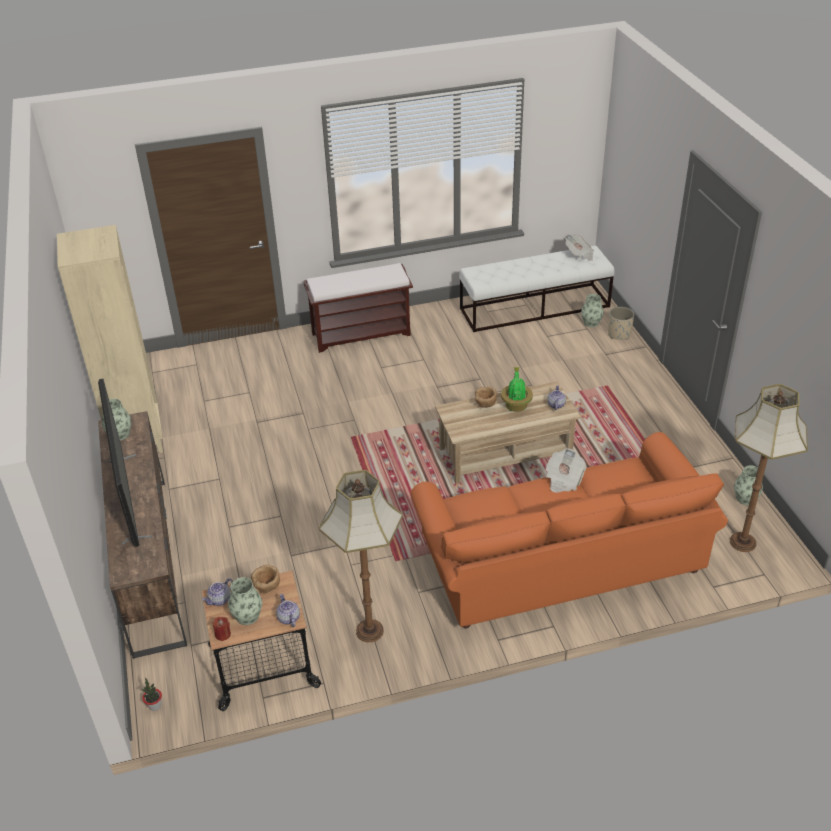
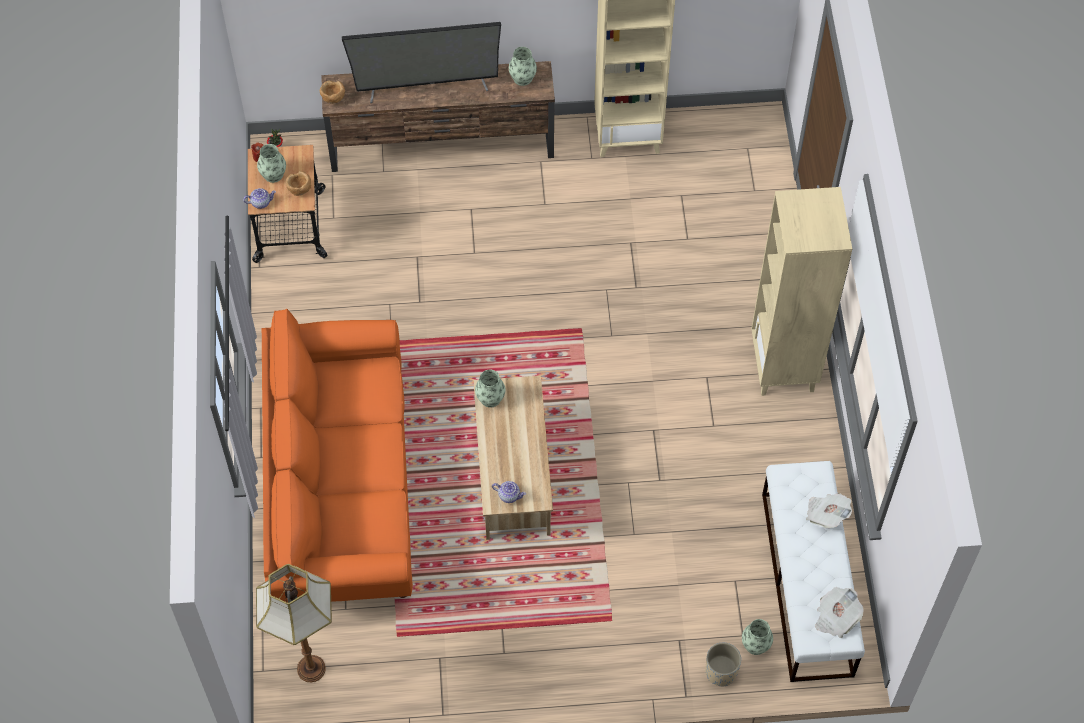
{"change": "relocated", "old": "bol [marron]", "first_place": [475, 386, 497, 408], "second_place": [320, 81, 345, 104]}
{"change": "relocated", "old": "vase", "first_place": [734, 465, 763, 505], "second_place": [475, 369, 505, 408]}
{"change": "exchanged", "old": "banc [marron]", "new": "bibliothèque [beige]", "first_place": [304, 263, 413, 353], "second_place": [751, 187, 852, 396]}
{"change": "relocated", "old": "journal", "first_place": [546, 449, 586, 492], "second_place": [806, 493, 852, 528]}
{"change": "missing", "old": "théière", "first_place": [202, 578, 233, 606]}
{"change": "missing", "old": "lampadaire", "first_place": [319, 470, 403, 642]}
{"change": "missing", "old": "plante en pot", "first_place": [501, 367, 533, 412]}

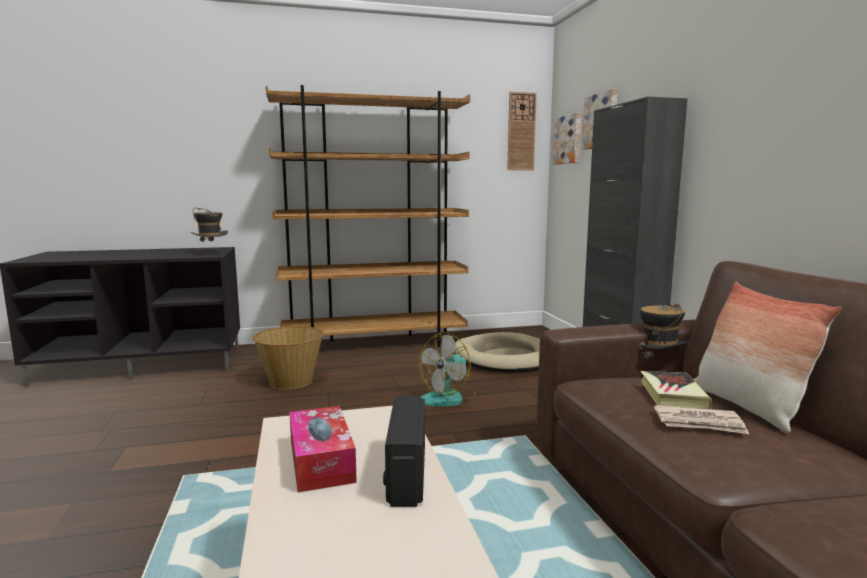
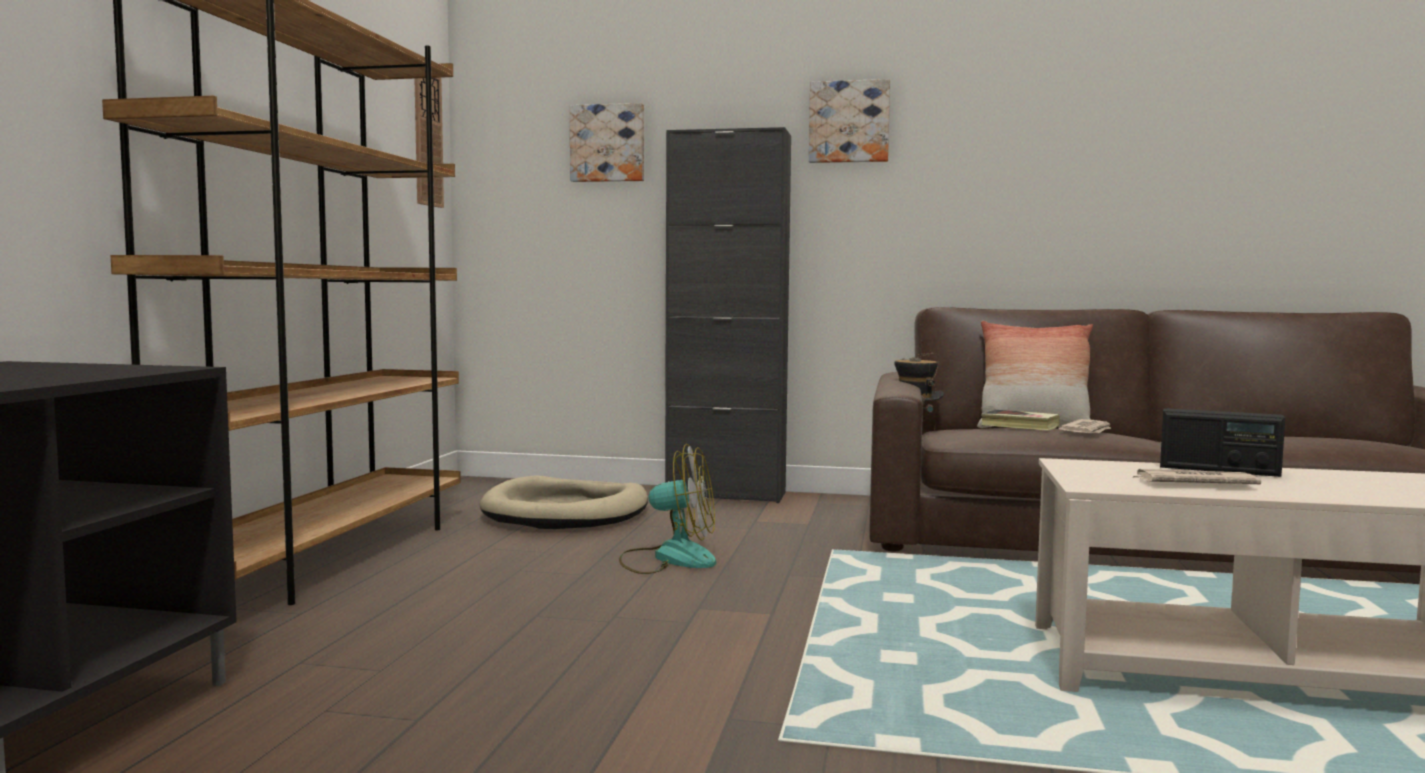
{"change": "spun", "old": "ventilateur", "first_place": [419, 332, 476, 406], "second_place": [619, 444, 716, 574], "degrees": -60}
{"change": "relocated", "old": "tableau", "first_place": [553, 113, 581, 165], "second_place": [809, 79, 890, 163]}
{"change": "exchanged", "old": "boîte à mouchoirs", "new": "journal", "first_place": [290, 406, 357, 493], "second_place": [1132, 469, 1261, 484]}
{"change": "missing", "old": "chapeau", "first_place": [191, 207, 228, 252]}
{"change": "missing", "old": "panier", "first_place": [252, 326, 324, 390]}

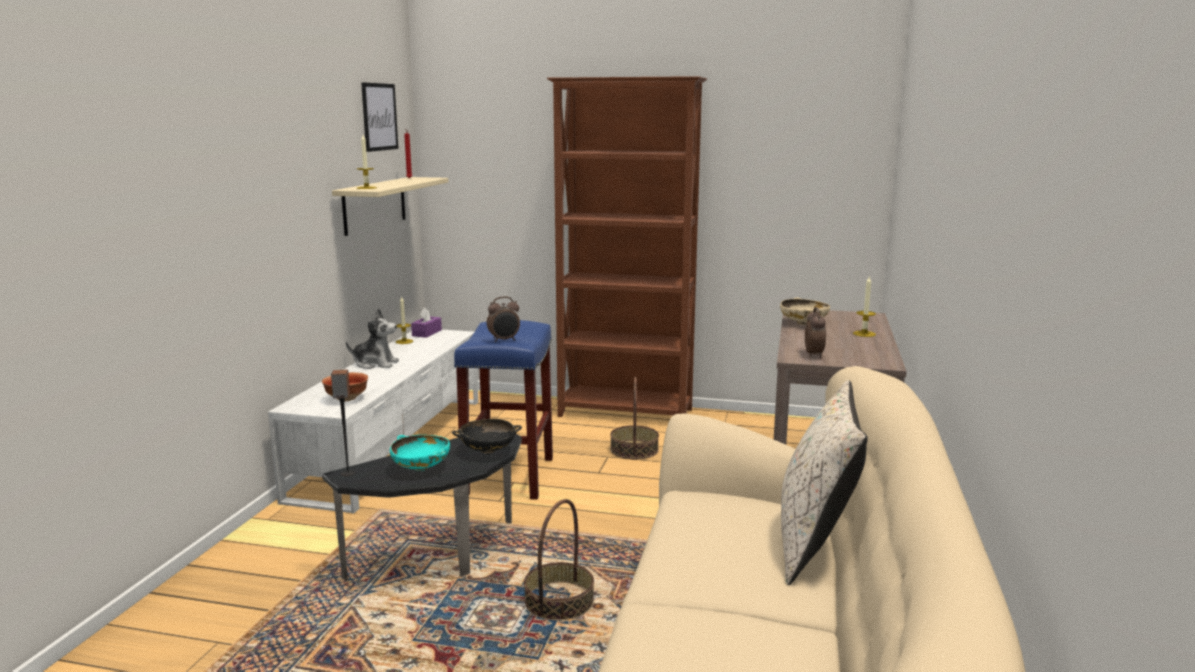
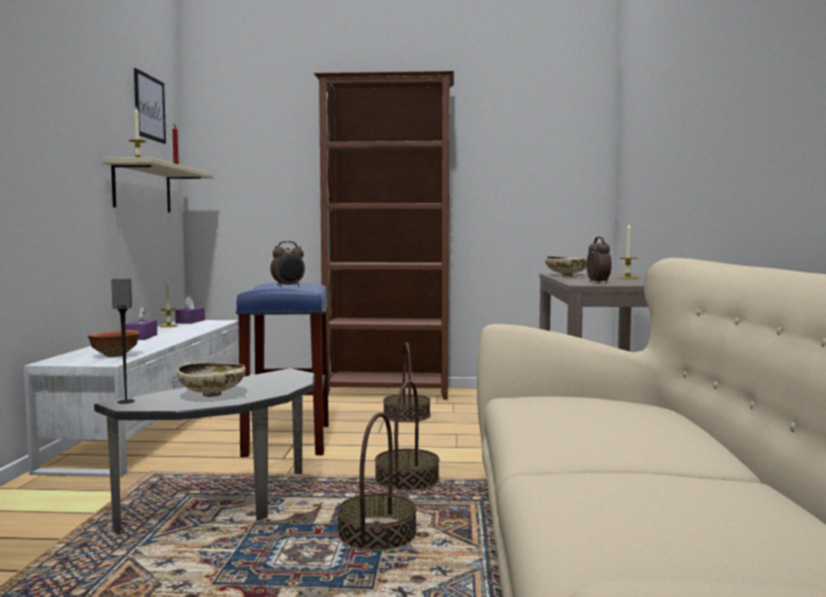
{"change": "exchanged", "old": "peluche", "new": "boîte à mouchoirs [violet]", "first_place": [346, 308, 399, 369], "second_place": [125, 307, 157, 340]}
{"change": "colour", "old": "bol [turquoise]", "new": "bol [beige]", "first_place": [390, 435, 450, 471], "second_place": [177, 363, 246, 397]}
{"change": "appeared", "new": "panier", "second_place": [375, 380, 440, 491]}
{"change": "missing", "old": "bol [noir]", "first_place": [452, 419, 522, 453]}
{"change": "missing", "old": "coussin [beige]", "first_place": [781, 380, 868, 585]}

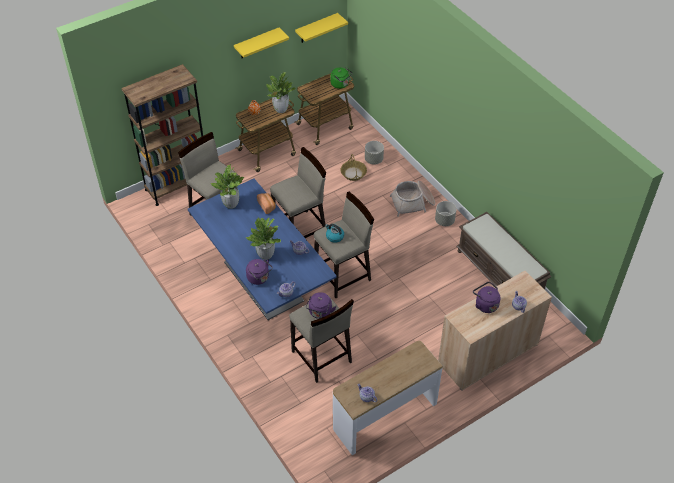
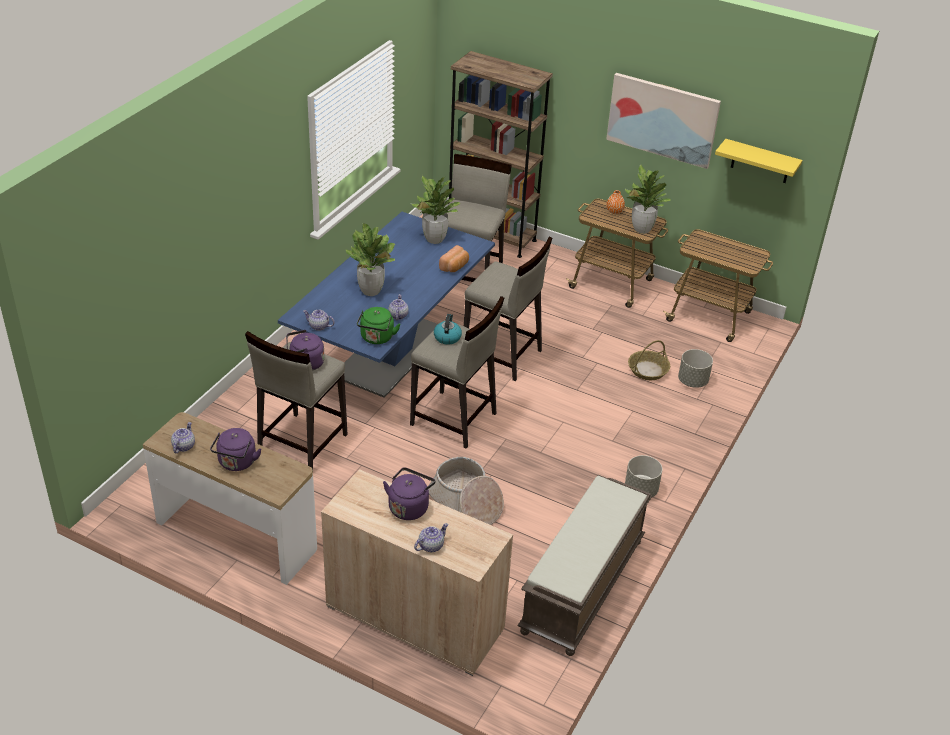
{"change": "relocated", "old": "bouilloire [violet]", "first_place": [246, 259, 273, 285], "second_place": [210, 428, 262, 471]}
{"change": "relocated", "old": "bouilloire [vert]", "first_place": [330, 67, 353, 89], "second_place": [357, 307, 400, 344]}
{"change": "relocated", "old": "panier", "first_place": [390, 181, 435, 217], "second_place": [428, 457, 504, 525]}
{"change": "exchanged", "old": "étagère [jaune]", "new": "tableau", "first_place": [234, 28, 289, 58], "second_place": [606, 73, 721, 169]}

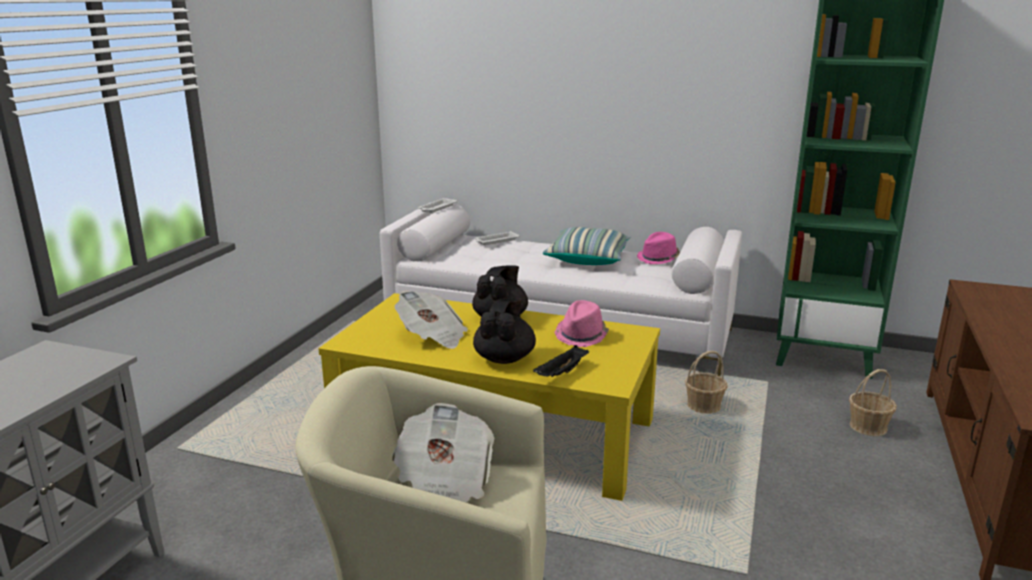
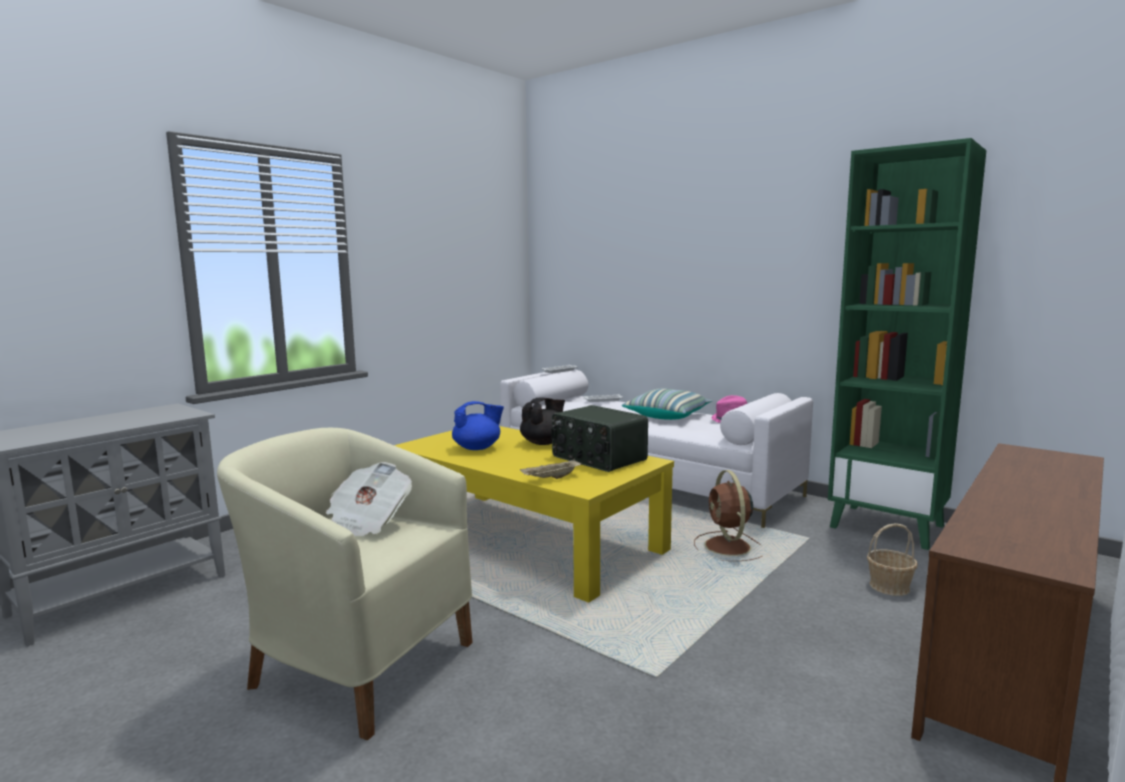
{"change": "exchanged", "old": "journal", "new": "théière [bleu]", "first_place": [395, 290, 468, 349], "second_place": [452, 401, 504, 450]}
{"change": "colour", "old": "plateau [noir]", "new": "plateau [beige]", "first_place": [533, 345, 589, 377], "second_place": [520, 459, 581, 479]}
{"change": "exchanged", "old": "chapeau [rose]", "new": "radio", "first_place": [555, 300, 609, 347], "second_place": [551, 405, 648, 472]}
{"change": "exchanged", "old": "panier", "new": "ventilateur [marron]", "first_place": [685, 351, 728, 414], "second_place": [694, 470, 762, 561]}
{"change": "missing", "old": "théière [noir]", "first_place": [473, 298, 536, 364]}

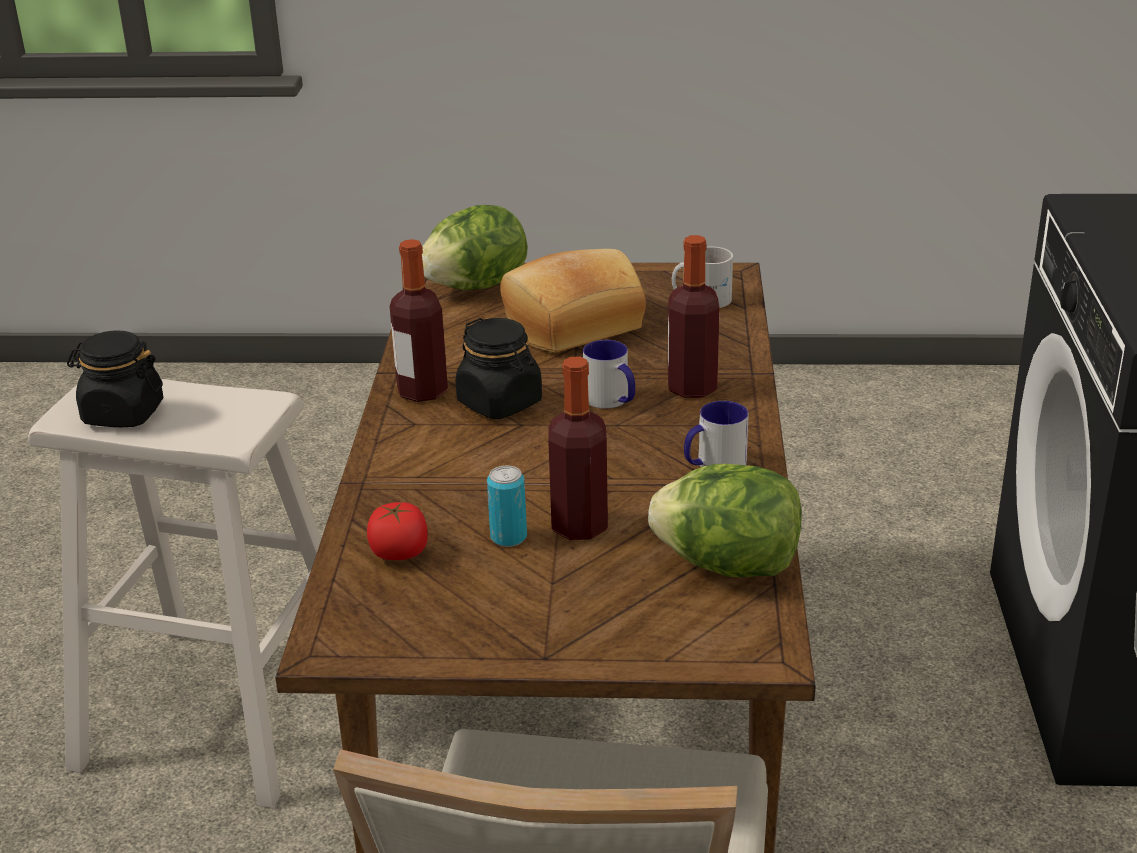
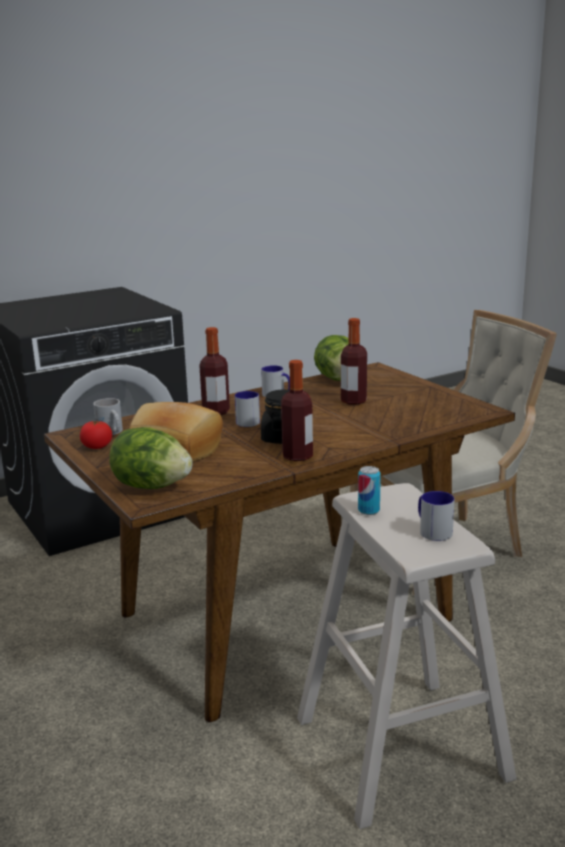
{"change": "relocated", "old": "tomate", "first_place": [367, 502, 428, 560], "second_place": [80, 421, 112, 449]}
{"change": "relocated", "old": "boîte métallique", "first_place": [487, 466, 527, 547], "second_place": [358, 466, 381, 515]}
{"change": "exchanged", "old": "bocal [noir]", "new": "mug", "first_place": [67, 330, 164, 427], "second_place": [418, 491, 455, 541]}

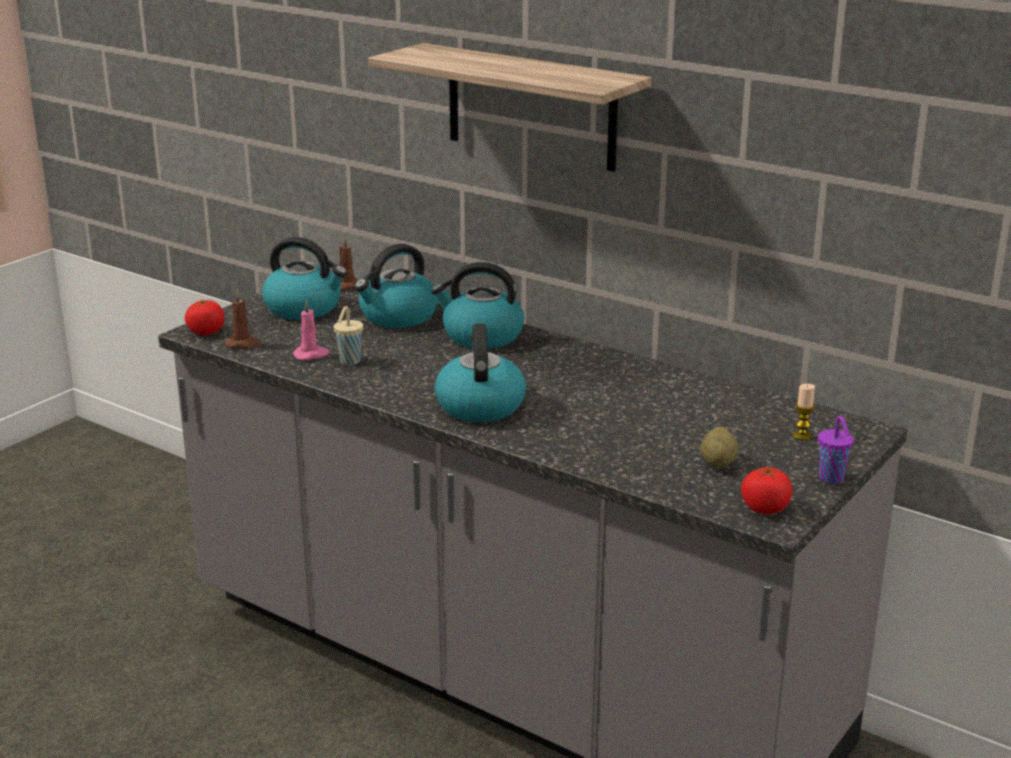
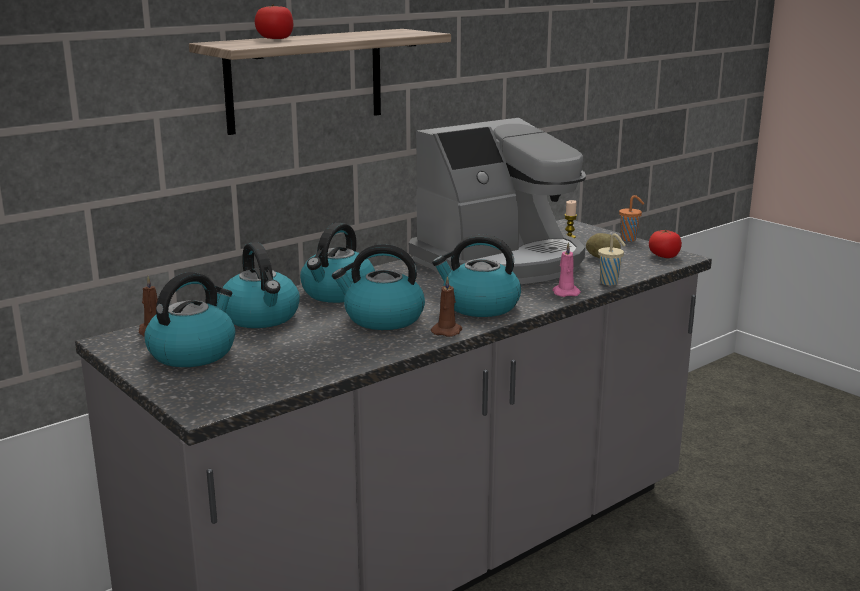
{"change": "relocated", "old": "tomate", "first_place": [185, 300, 224, 335], "second_place": [255, 5, 293, 39]}
{"change": "appeared", "new": "bouilloire", "second_place": [332, 244, 425, 330]}
{"change": "appeared", "new": "machine à café", "second_place": [409, 118, 586, 284]}
{"change": "relocated", "old": "bougie [marron]", "first_place": [225, 290, 262, 349], "second_place": [431, 276, 462, 337]}
{"change": "relocated", "old": "bougie [rose]", "first_place": [293, 300, 329, 360], "second_place": [553, 242, 581, 297]}
{"change": "relocated", "old": "tasse [beige]", "first_place": [334, 306, 363, 365], "second_place": [598, 234, 625, 285]}
{"change": "colour", "old": "tasse [violet]", "new": "tasse [orange]", "first_place": [818, 416, 854, 484], "second_place": [619, 195, 644, 241]}

